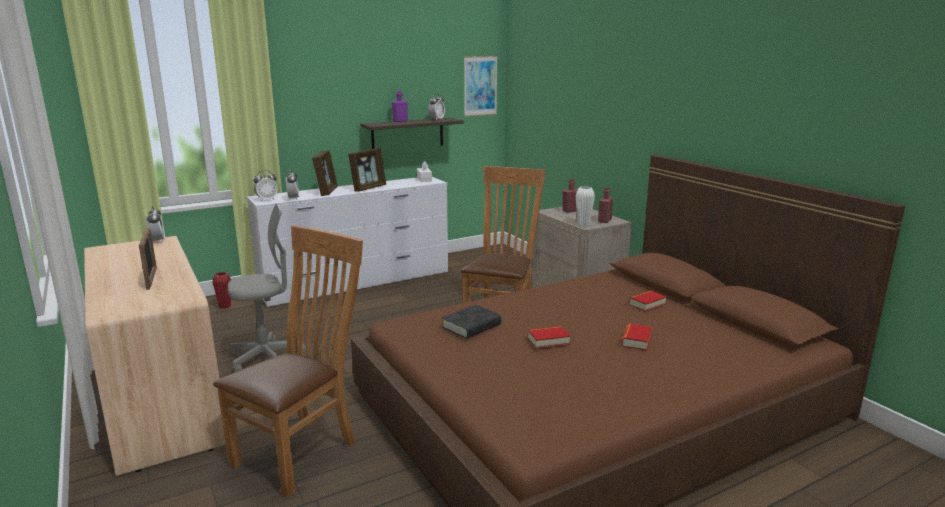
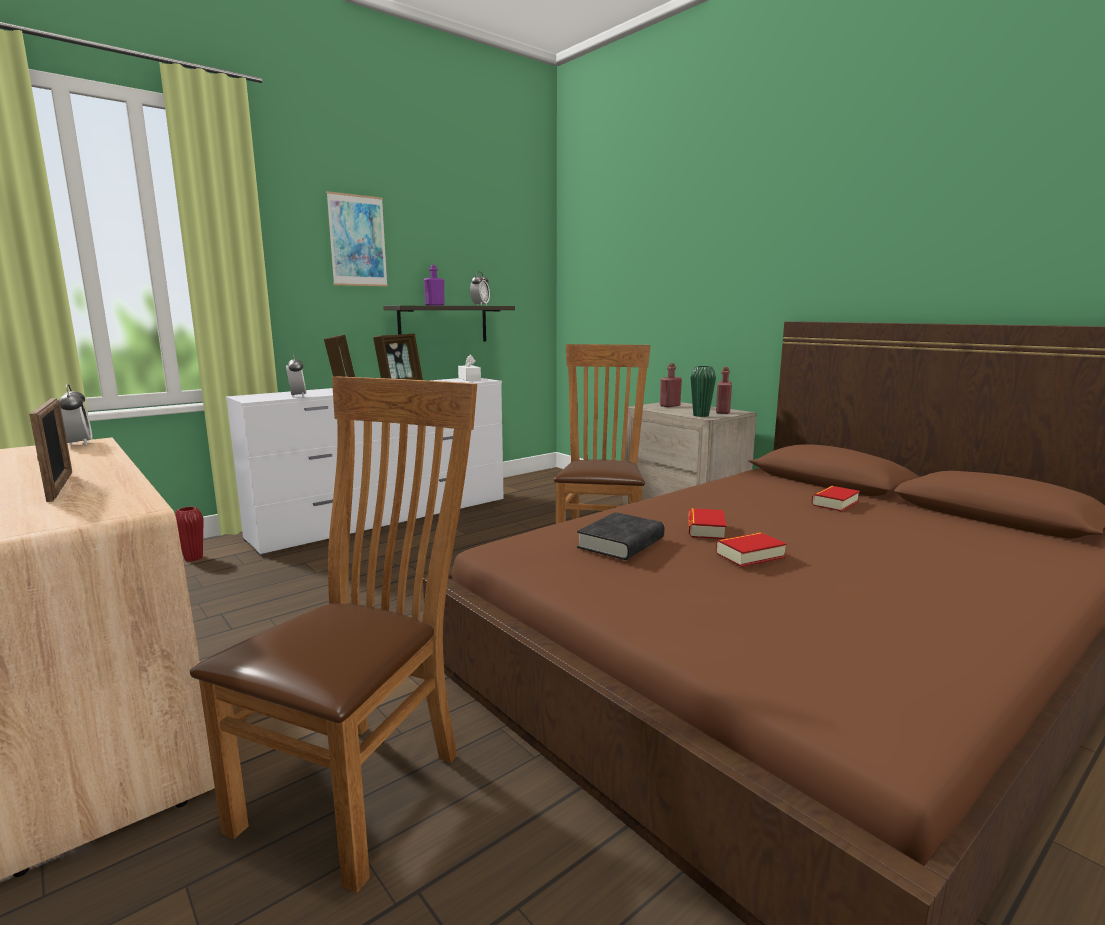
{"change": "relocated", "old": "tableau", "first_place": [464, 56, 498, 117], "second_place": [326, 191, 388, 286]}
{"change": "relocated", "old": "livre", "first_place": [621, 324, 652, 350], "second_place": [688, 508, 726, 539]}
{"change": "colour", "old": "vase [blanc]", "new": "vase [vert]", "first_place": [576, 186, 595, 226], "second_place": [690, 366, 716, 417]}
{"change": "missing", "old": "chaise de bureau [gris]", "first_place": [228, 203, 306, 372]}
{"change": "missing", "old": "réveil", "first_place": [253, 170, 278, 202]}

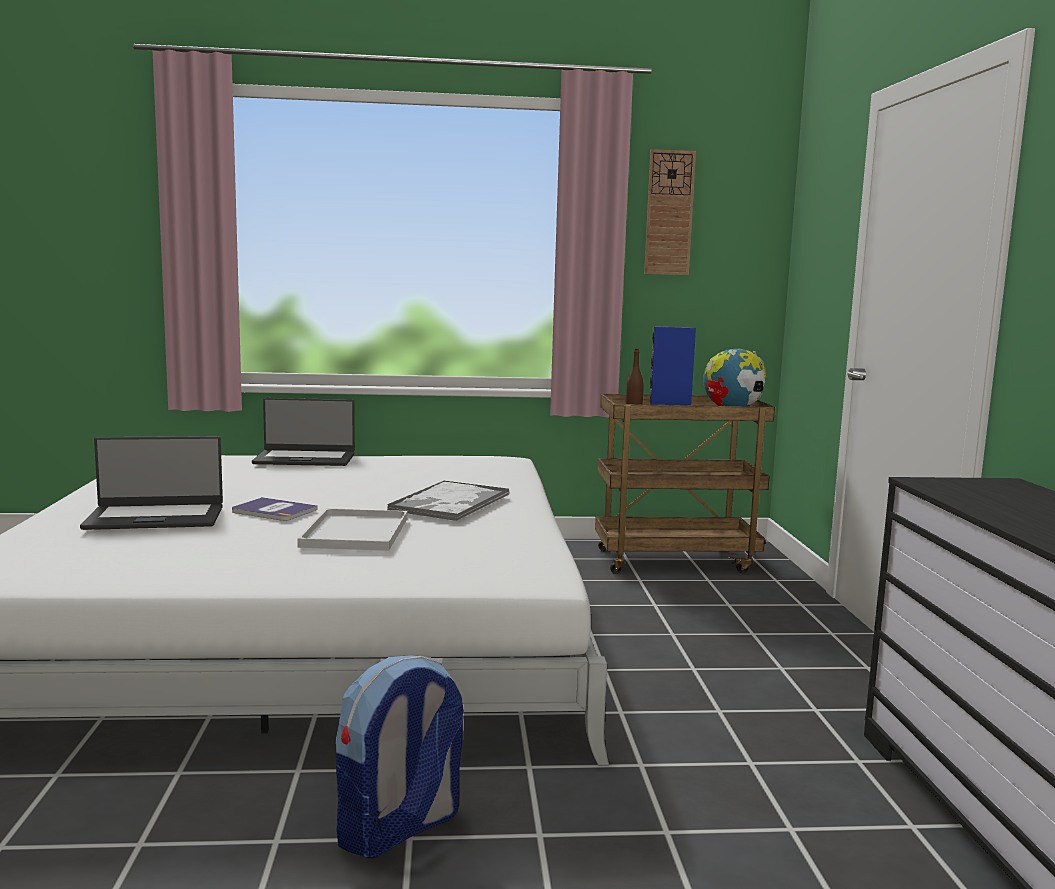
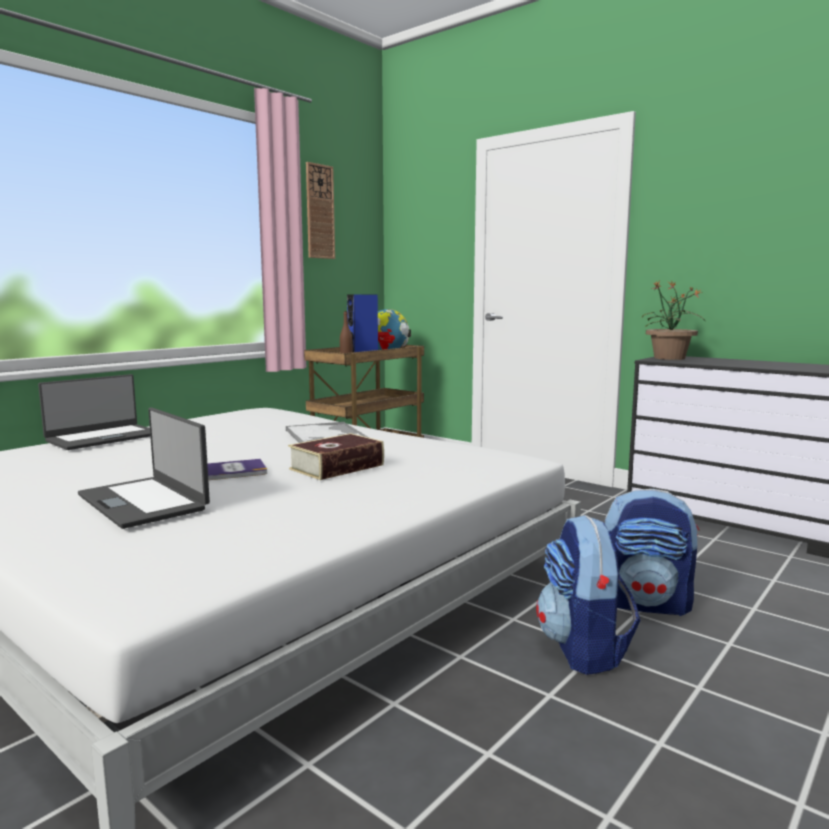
{"change": "spun", "old": "ordinateur portable", "first_place": [80, 436, 223, 530], "second_place": [78, 407, 210, 529], "degrees": 105}
{"change": "exchanged", "old": "plateau [blanc]", "new": "livre", "first_place": [297, 508, 407, 551], "second_place": [288, 433, 384, 480]}
{"change": "appeared", "new": "sac à dos", "second_place": [604, 489, 700, 616]}
{"change": "appeared", "new": "plante en pot", "second_place": [642, 281, 704, 360]}

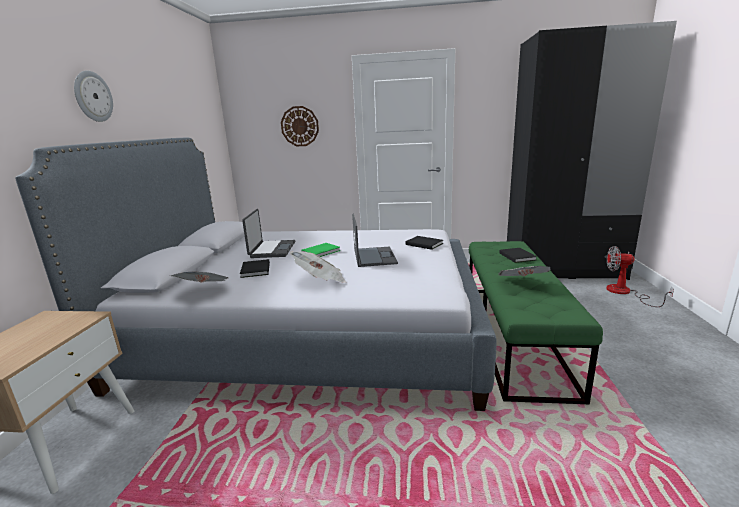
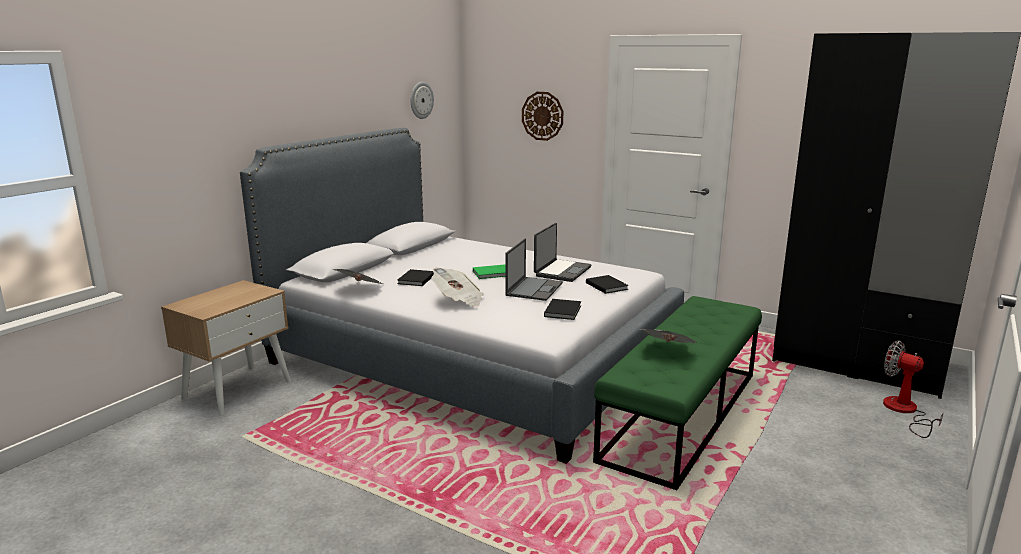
{"change": "relocated", "old": "horloge murale", "first_place": [74, 71, 113, 122], "second_place": [411, 82, 434, 119]}
{"change": "relocated", "old": "ordinateur portable", "first_place": [242, 209, 295, 258], "second_place": [534, 223, 592, 282]}
{"change": "relocated", "old": "livre [noir]", "first_place": [499, 248, 537, 263], "second_place": [544, 299, 581, 320]}

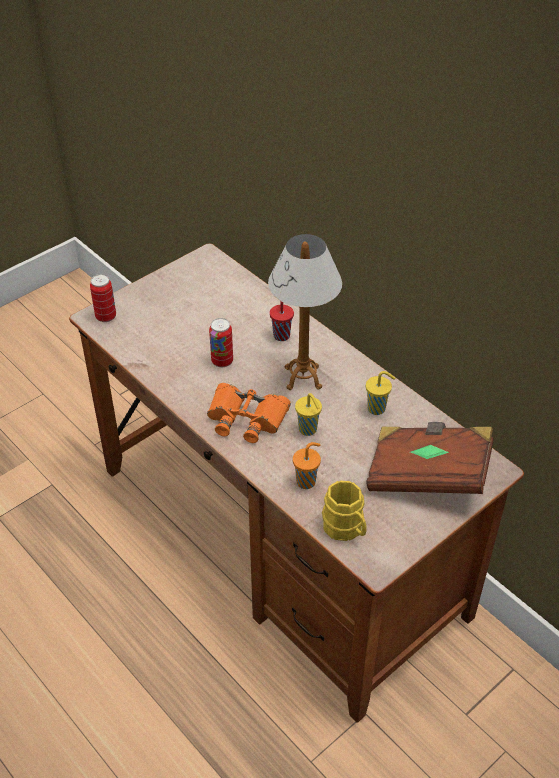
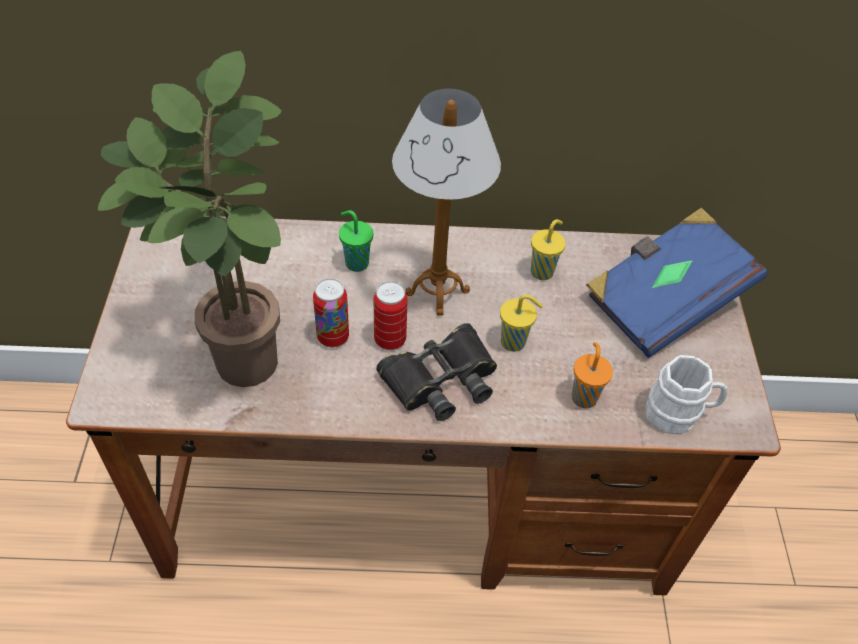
{"change": "appeared", "new": "plante en pot", "second_place": [98, 51, 282, 387]}
{"change": "colour", "old": "tasse [rouge]", "new": "tasse [vert]", "first_place": [270, 301, 294, 341], "second_place": [339, 210, 373, 272]}
{"change": "relocated", "old": "boîte métallique", "first_place": [90, 274, 116, 322], "second_place": [374, 281, 408, 350]}
{"change": "colour", "old": "jumelles [orange]", "new": "jumelles [noir]", "first_place": [207, 383, 291, 443], "second_place": [376, 323, 497, 421]}
{"change": "colour", "old": "livre [marron]", "new": "livre [bleu]", "first_place": [366, 422, 494, 494], "second_place": [586, 208, 767, 358]}
{"change": "colour", "old": "mug [jaune]", "new": "mug [blanc]", "first_place": [322, 481, 367, 541], "second_place": [646, 355, 727, 435]}

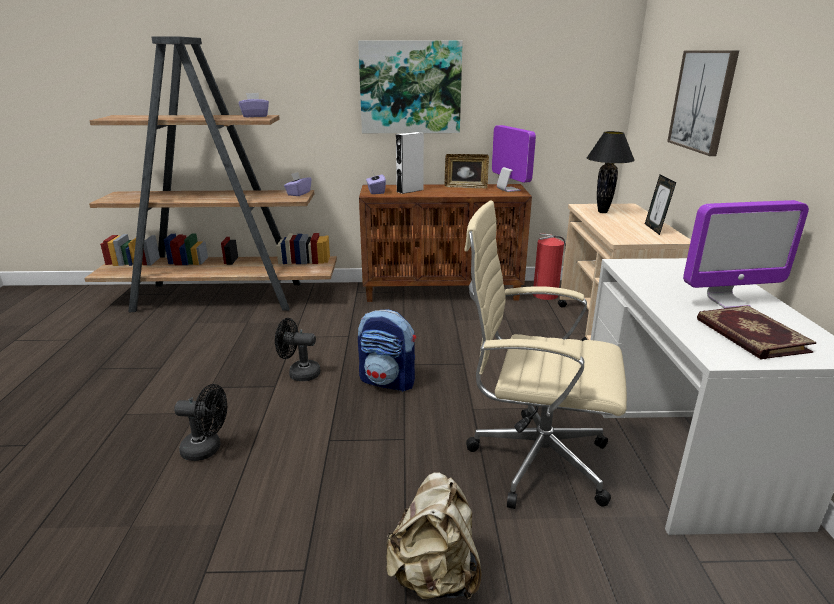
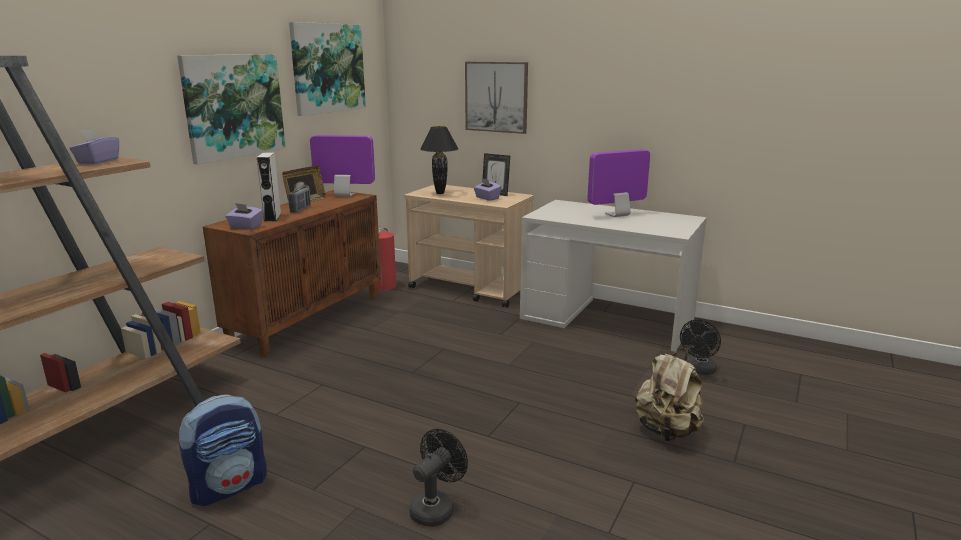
{"change": "relocated", "old": "sac à dos", "first_place": [358, 309, 416, 392], "second_place": [179, 394, 267, 506]}
{"change": "appeared", "new": "radio", "second_place": [288, 187, 311, 213]}
{"change": "appeared", "new": "tableau", "second_place": [289, 22, 366, 116]}
{"change": "relocated", "old": "boîte à mouchoirs [violet]", "first_place": [284, 172, 311, 196], "second_place": [474, 178, 501, 201]}
{"change": "spun", "old": "écran d'ordinateur", "first_place": [683, 200, 809, 308], "second_place": [588, 149, 650, 217], "degrees": -135}
{"change": "relocated", "old": "ventilateur [noir]", "first_place": [275, 318, 321, 381], "second_place": [680, 319, 721, 375]}
{"change": "missing", "old": "chaise de bureau [beige]", "first_place": [464, 201, 627, 509]}
{"change": "missing", "old": "livre", "first_place": [697, 305, 817, 360]}

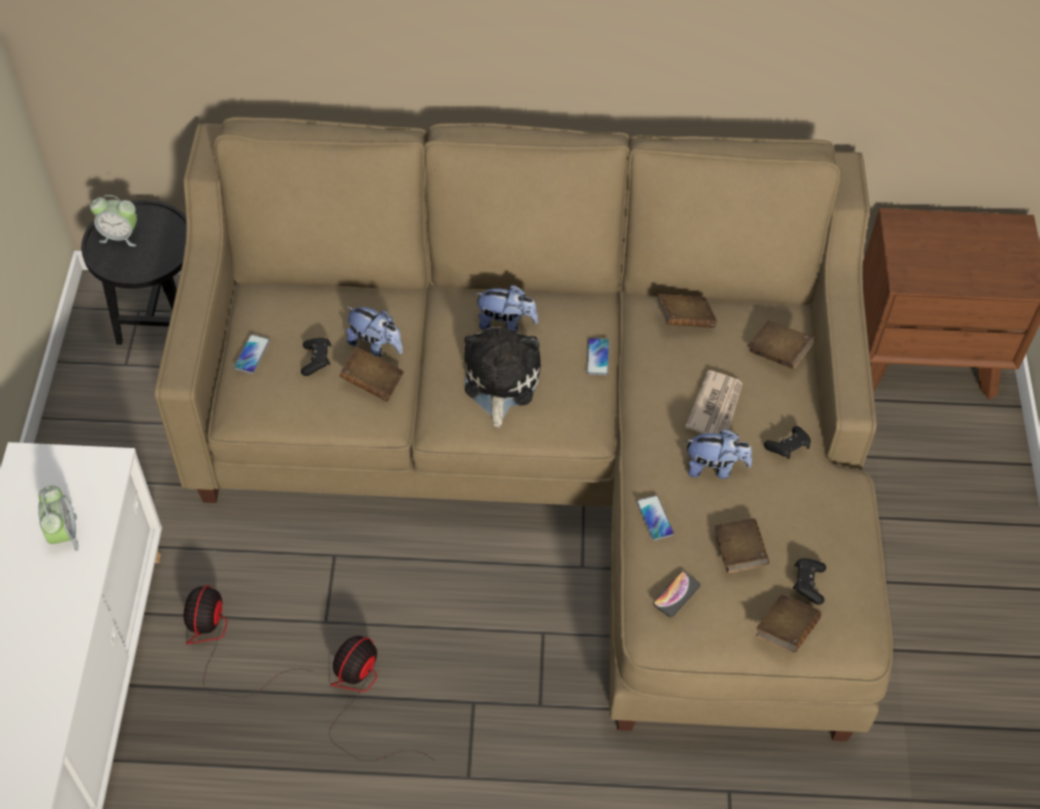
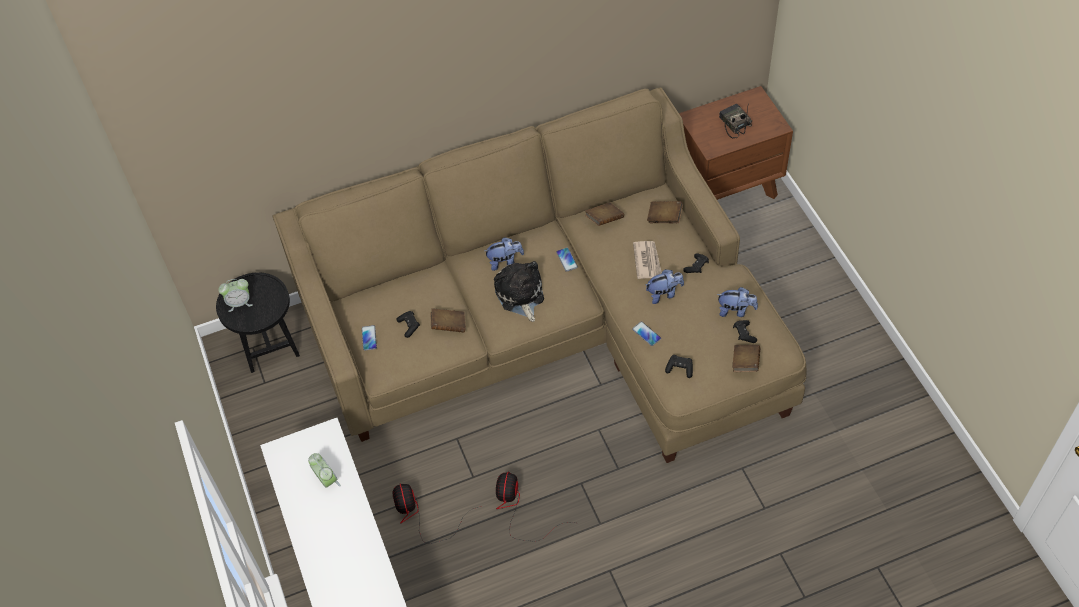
{"change": "exchanged", "old": "téléphone", "new": "manette [noir]", "first_place": [653, 571, 700, 617], "second_place": [665, 355, 693, 378]}
{"change": "relocated", "old": "peluche", "first_place": [346, 306, 403, 357], "second_place": [716, 287, 758, 317]}
{"change": "appeared", "new": "radio", "second_place": [719, 103, 752, 138]}
{"change": "missing", "old": "livre [marron]", "first_place": [714, 518, 769, 573]}

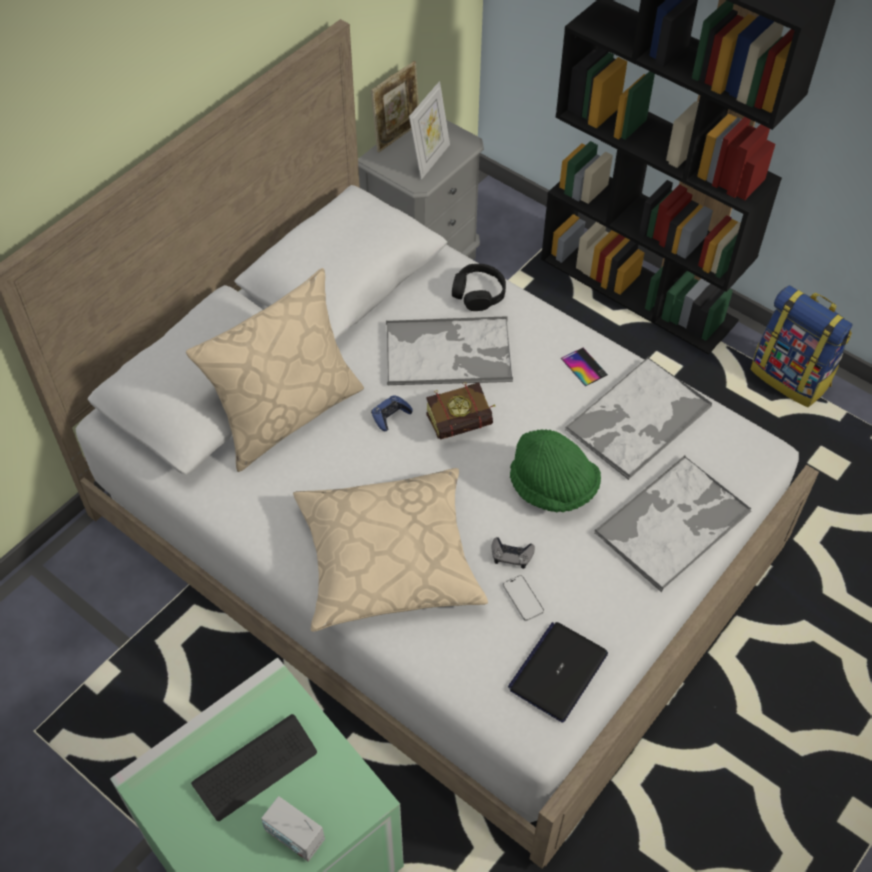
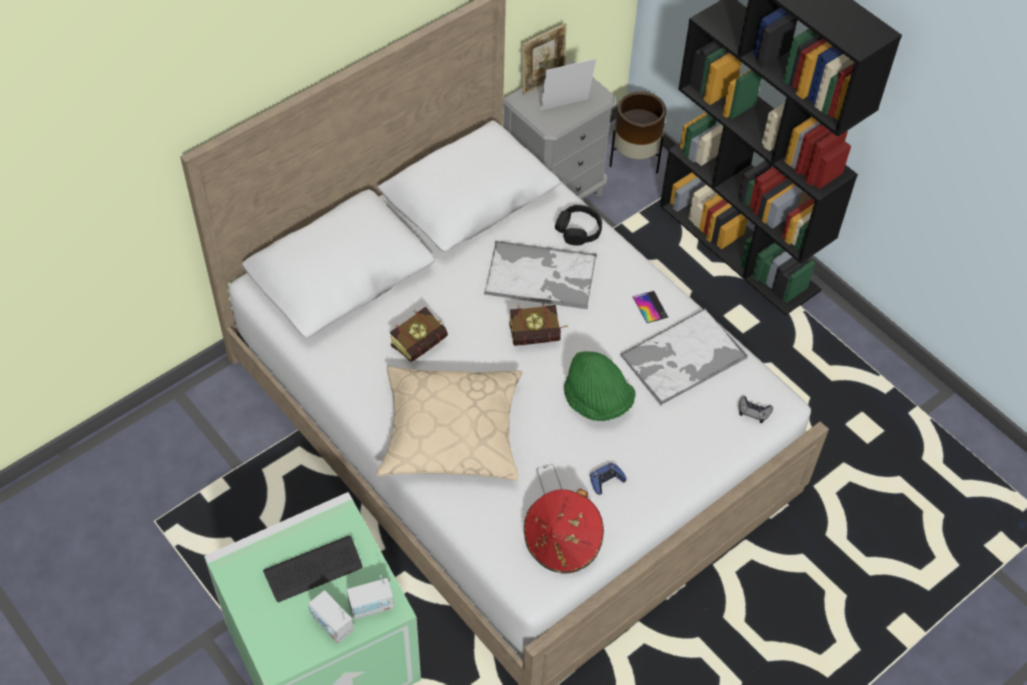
{"change": "appeared", "new": "radio", "second_place": [347, 575, 394, 619]}
{"change": "appeared", "new": "livre", "second_place": [390, 307, 448, 362]}
{"change": "exchanged", "old": "ordinateur portable", "new": "chapeau [rouge]", "first_place": [508, 622, 608, 723], "second_place": [524, 489, 604, 574]}
{"change": "spun", "old": "cadre photo", "first_place": [409, 81, 450, 180], "second_place": [540, 59, 596, 111], "degrees": -150}
{"change": "relocated", "old": "manette [bleu]", "first_place": [371, 395, 413, 431], "second_place": [590, 463, 626, 495]}
{"change": "appeared", "new": "cache-pot [marron]", "second_place": [609, 91, 666, 174]}
{"change": "relocated", "old": "manette [gris]", "first_place": [492, 537, 535, 569], "second_place": [739, 396, 773, 423]}
{"change": "missing", "old": "coussin [beige]", "first_place": [186, 268, 364, 472]}
{"change": "missing", "old": "plateau", "first_place": [594, 454, 751, 592]}
{"change": "missing", "old": "sac à dos", "first_place": [751, 285, 853, 407]}

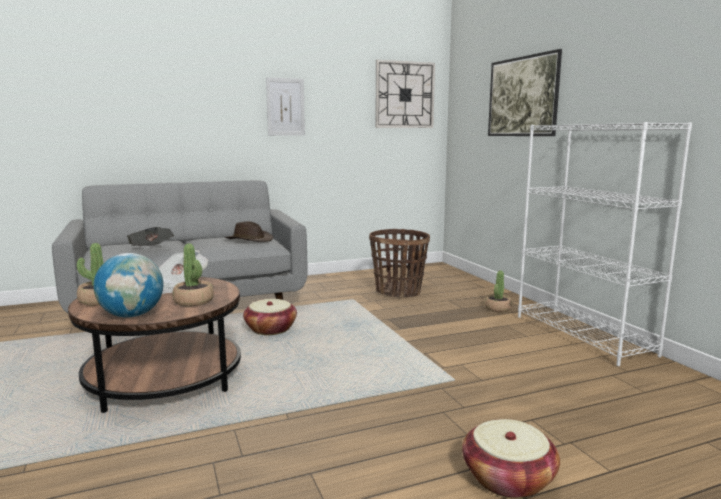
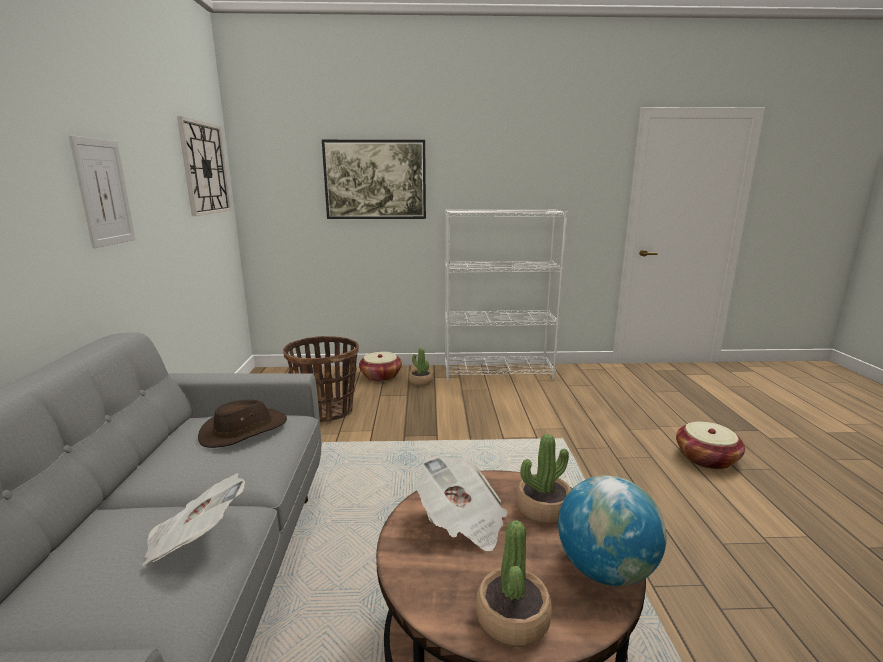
{"change": "relocated", "old": "panier", "first_place": [243, 299, 297, 335], "second_place": [359, 351, 402, 382]}

